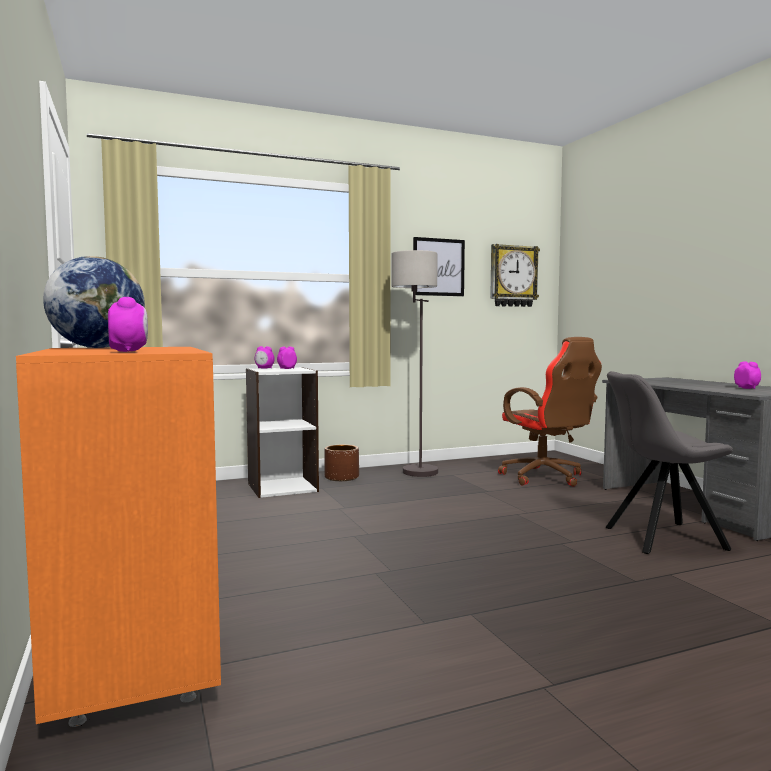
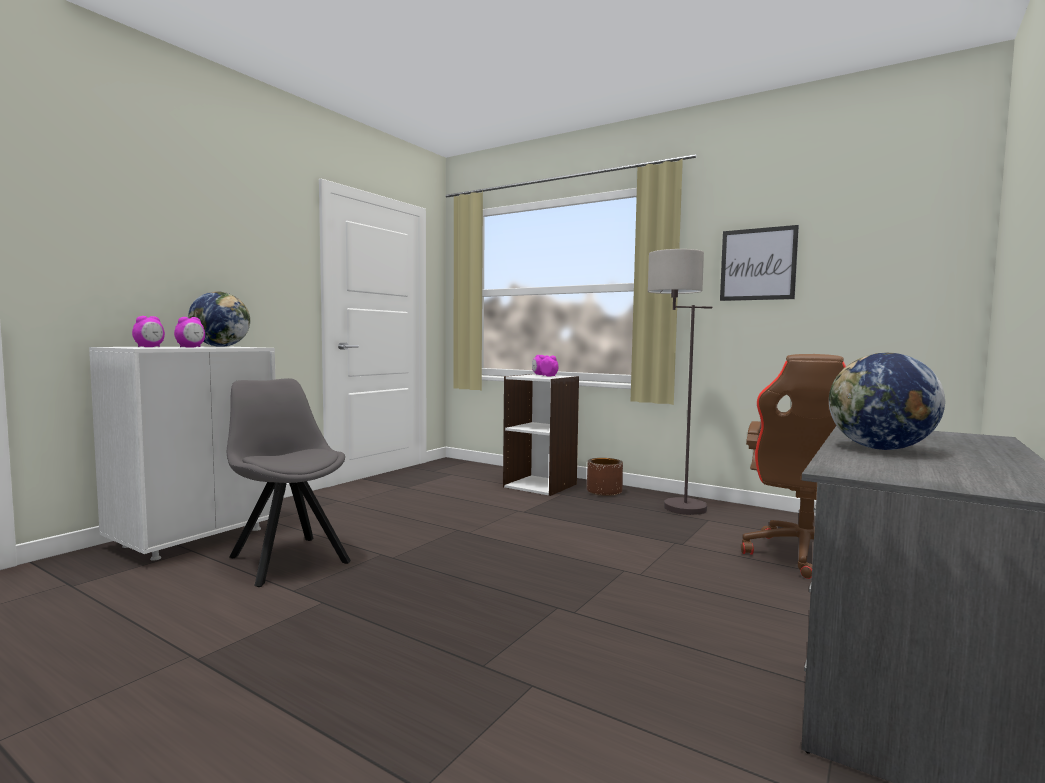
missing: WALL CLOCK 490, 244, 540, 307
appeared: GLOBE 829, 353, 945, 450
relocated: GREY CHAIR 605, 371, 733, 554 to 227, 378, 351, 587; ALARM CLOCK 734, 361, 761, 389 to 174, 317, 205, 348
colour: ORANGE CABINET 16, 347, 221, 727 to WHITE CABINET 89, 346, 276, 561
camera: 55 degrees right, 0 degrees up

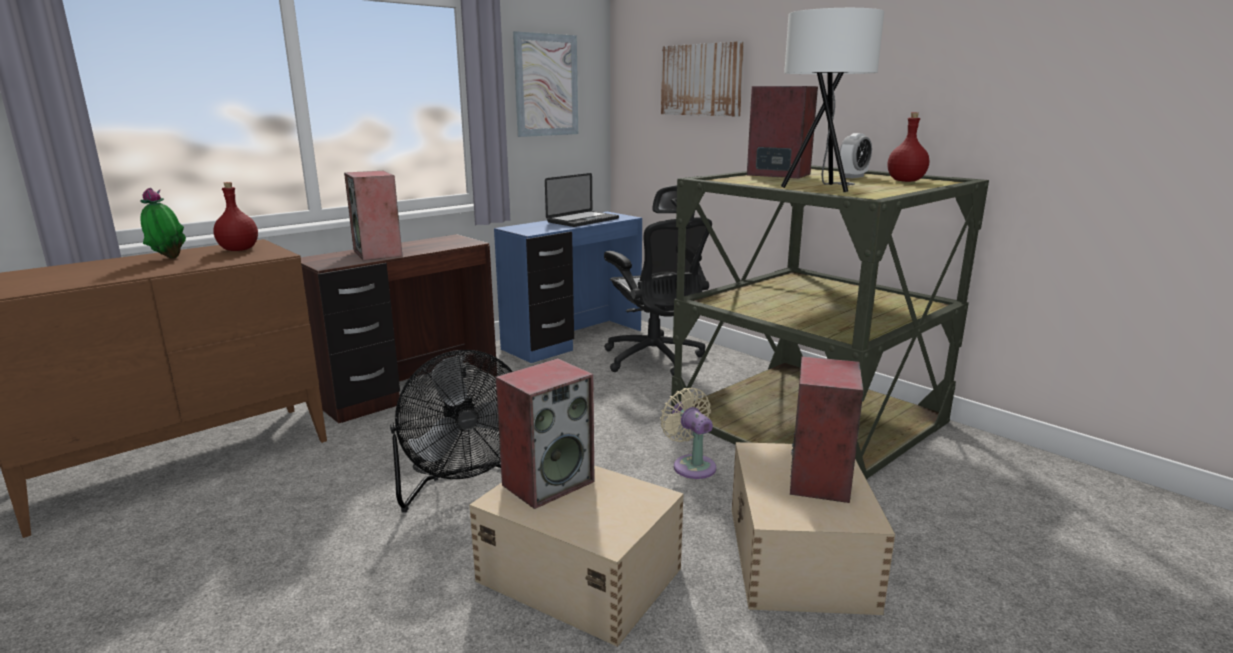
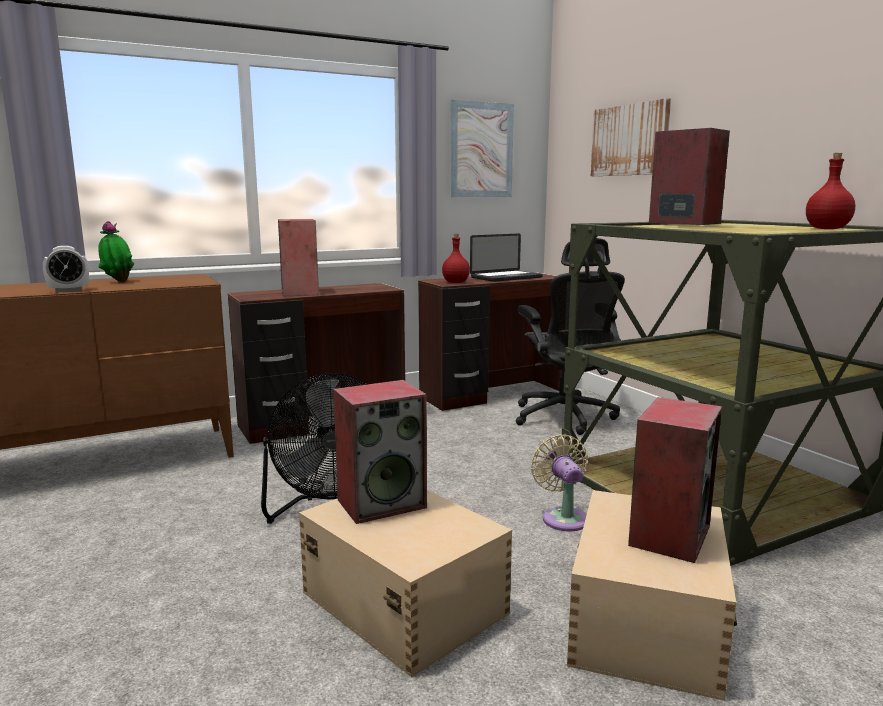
missing: WHITE TABLE LAMP 781, 8, 884, 192
relocated: RED BOTTLE 213, 182, 258, 251 to 442, 234, 470, 283; ALARM CLOCK 840, 133, 872, 179 to 43, 246, 89, 292
colour: BLUE DESK 494, 212, 642, 363 to BROWN DESK 418, 272, 562, 411
camera: 15 degrees right, 5 degrees down

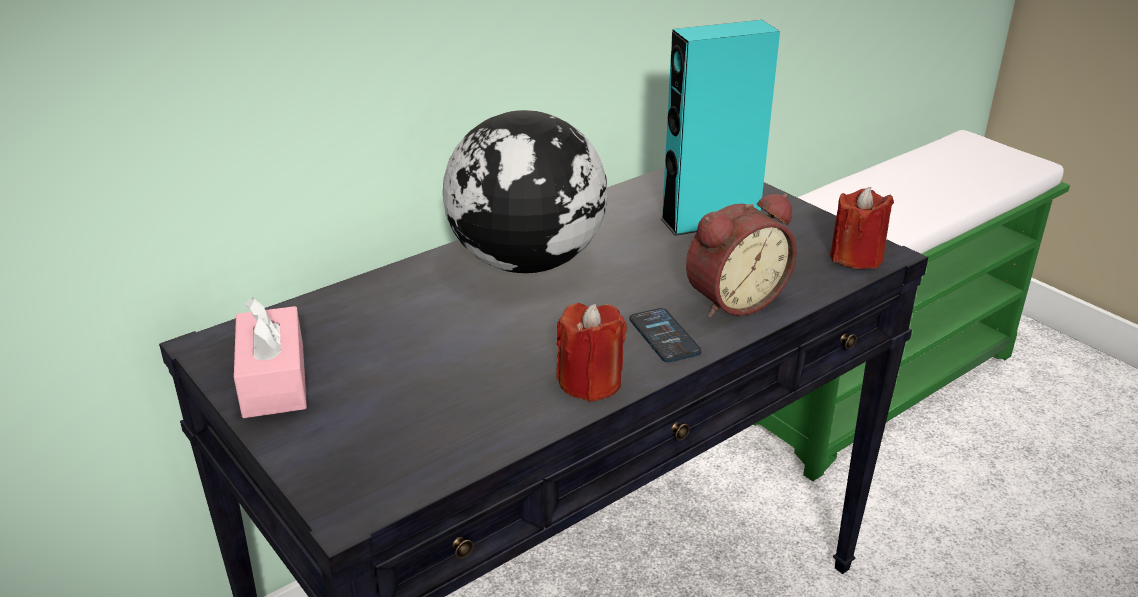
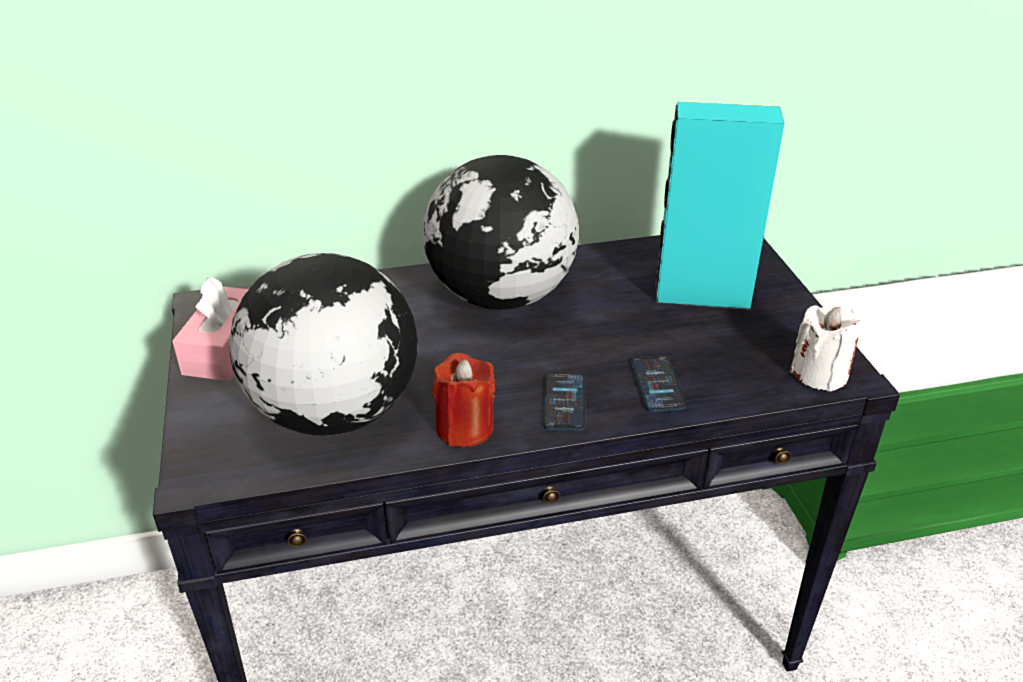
appeared: GLOBE 229, 253, 418, 436
exchanged: ALARM CLOCK 686, 193, 797, 318 to PHONE 631, 355, 686, 412
colour: RED CANDLE 830, 187, 894, 269 to WHITE CANDLE 790, 305, 862, 392
camera: 25 degrees right, 5 degrees up

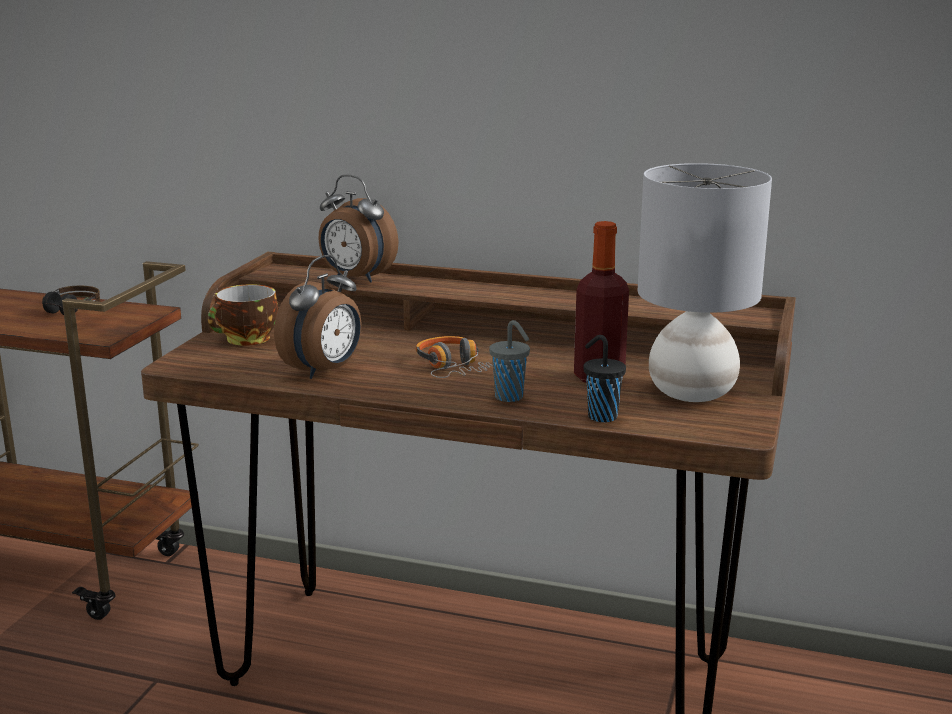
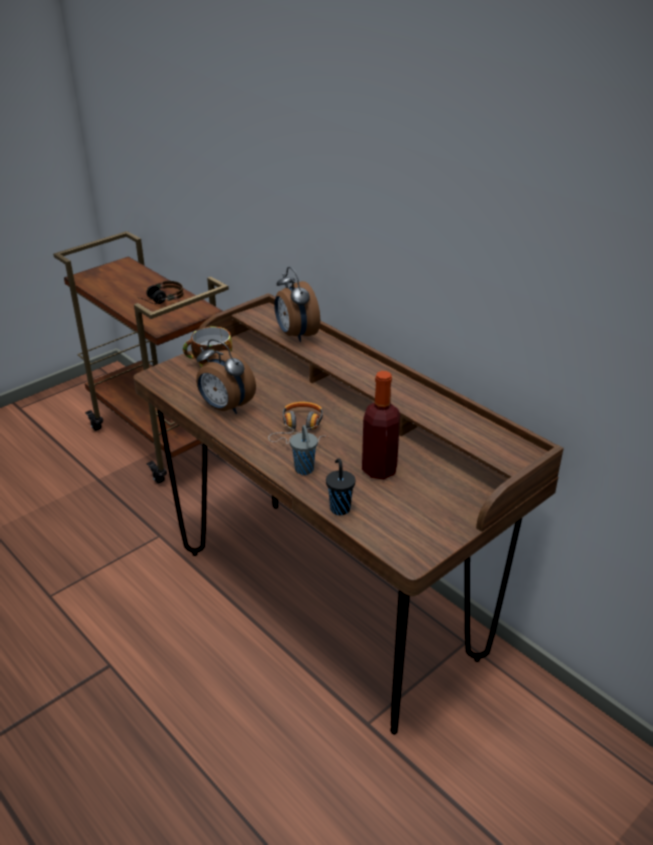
missing: GREY TABLE LAMP 638, 163, 772, 402
spun: ALARM CLOCK 274, 255, 361, 379 = 196, 339, 256, 414 60 degrees clockwise
camera: 30 degrees right, 15 degrees up

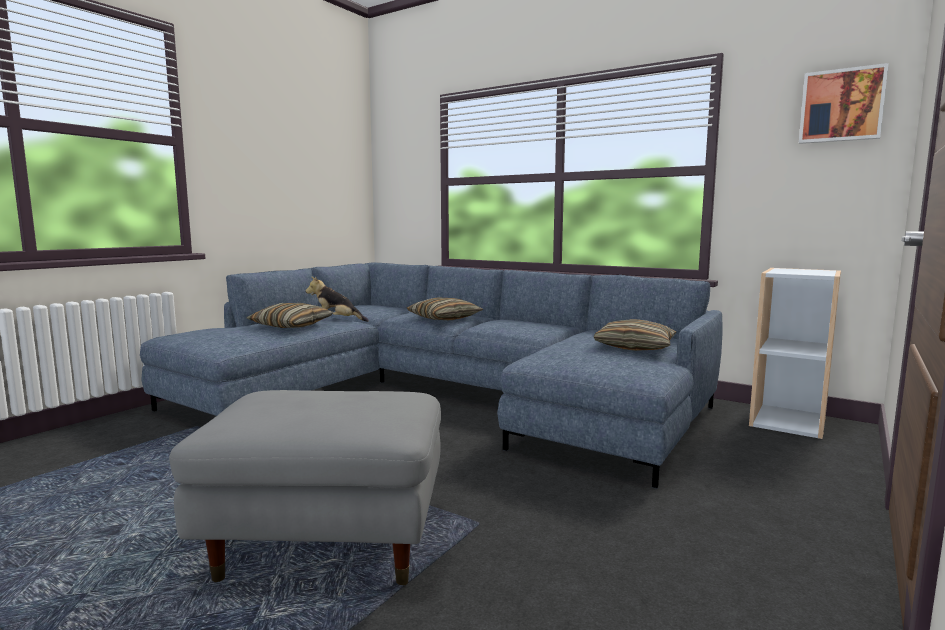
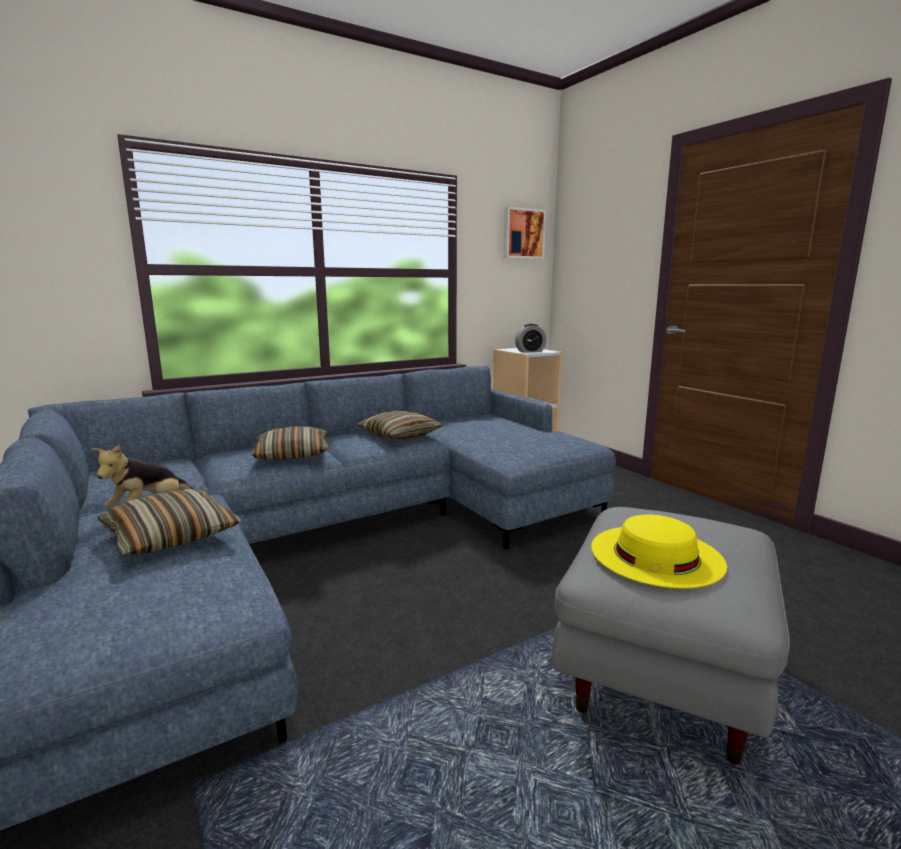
appeared: ALARM CLOCK 515, 324, 546, 353; YELLOW HAT 591, 515, 727, 588
relocated: PILLOW 594, 319, 677, 351 to 357, 411, 444, 439
camera: 65 degrees left, 5 degrees up

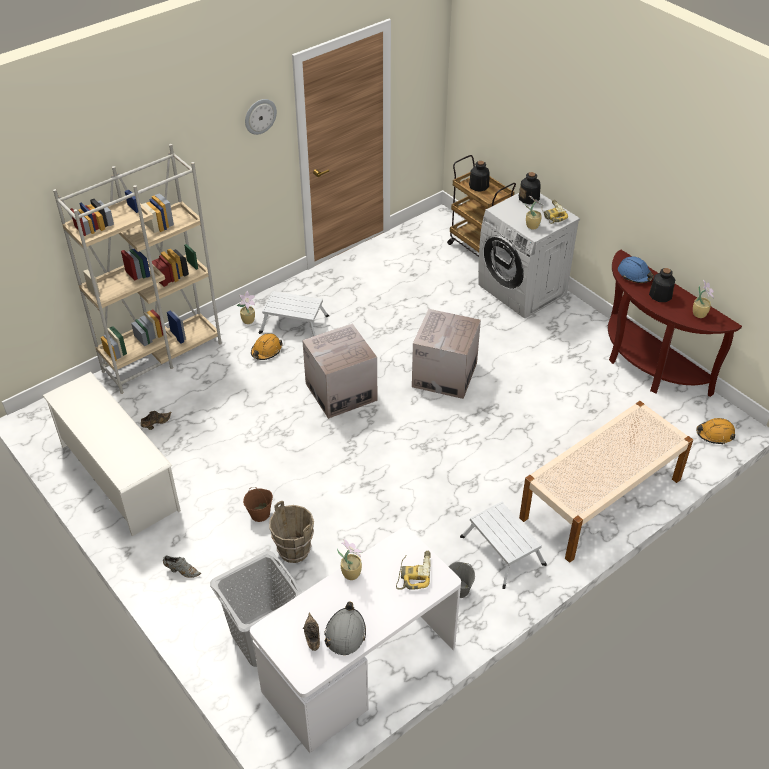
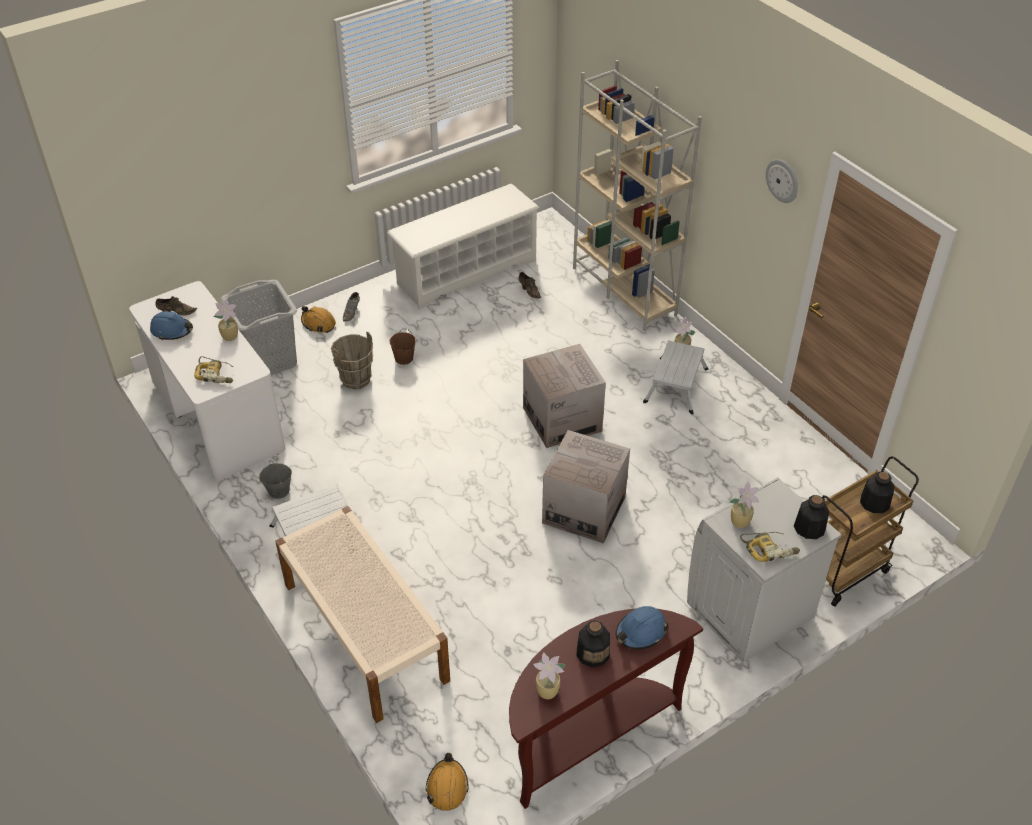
relocated: ORANGE HARD HAT 251, 333, 283, 360 to 301, 306, 336, 333
colour: GREY HARD HAT 324, 601, 366, 655 to BLUE HARD HAT 150, 311, 193, 340
camera: 95 degrees right, 0 degrees up

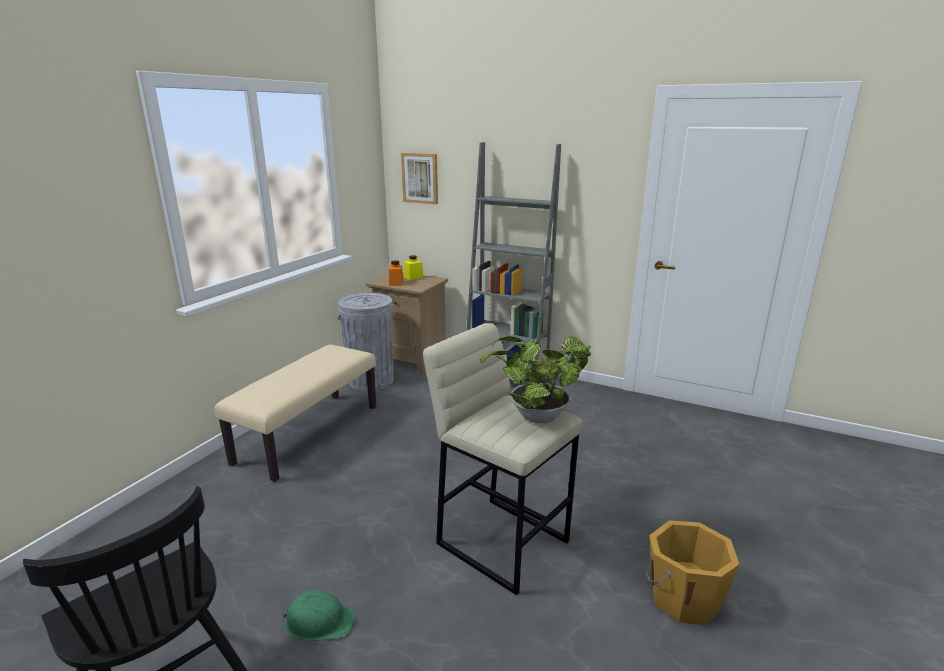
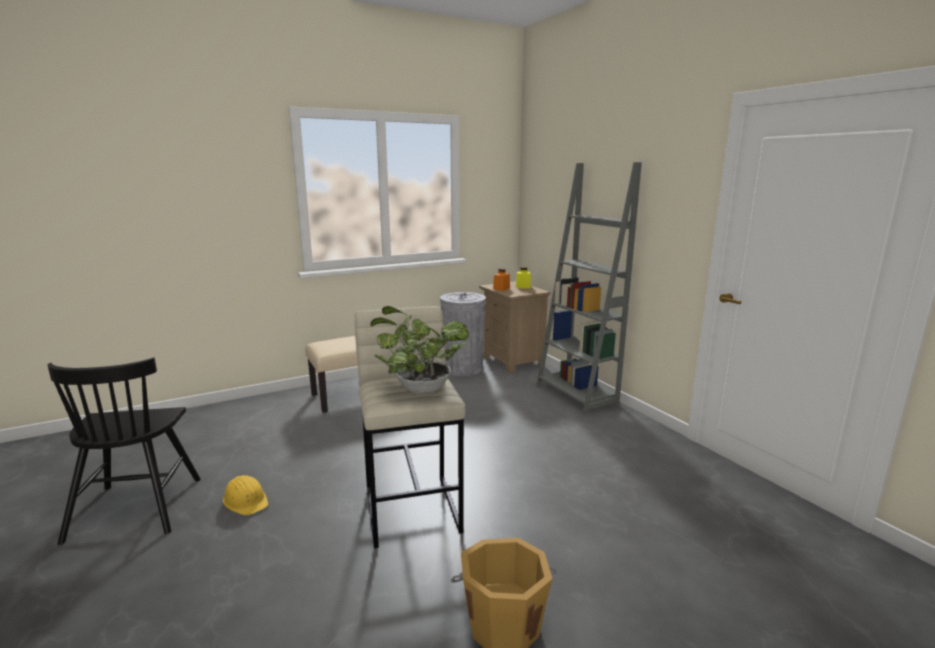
missing: PICTURE 401, 153, 438, 204
colour: GREEN HARD HAT 281, 590, 356, 641 to YELLOW HARD HAT 223, 475, 268, 516
camera: 35 degrees right, 5 degrees down

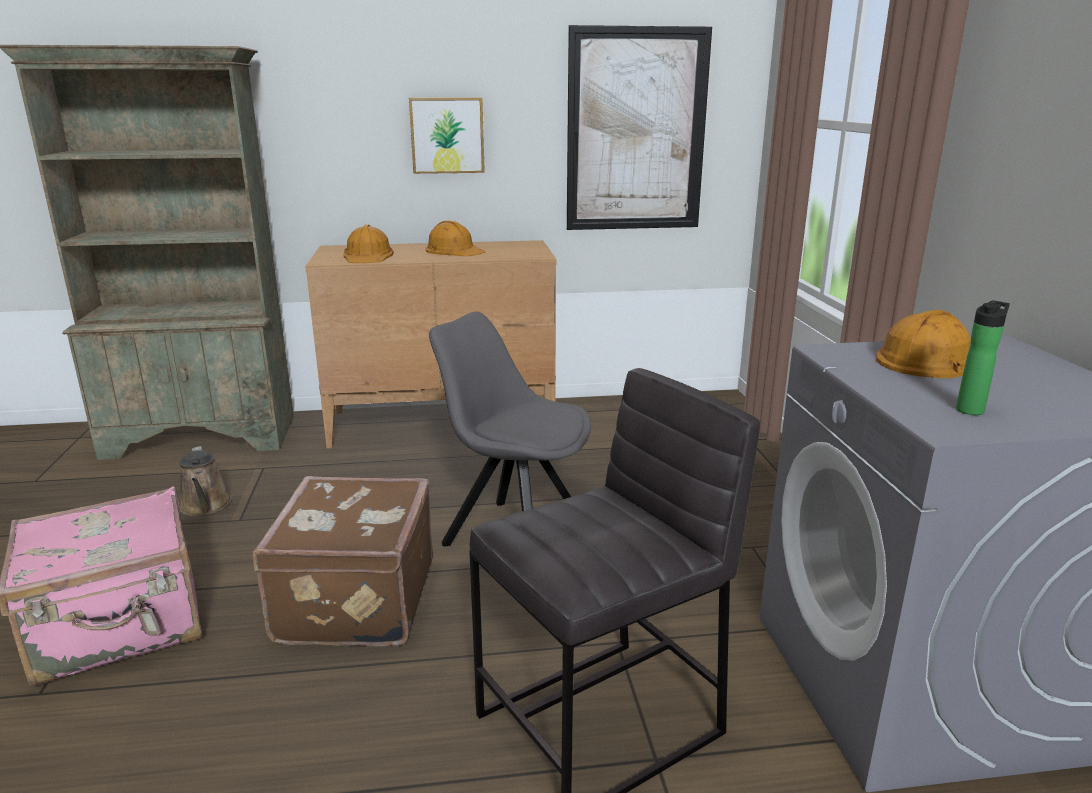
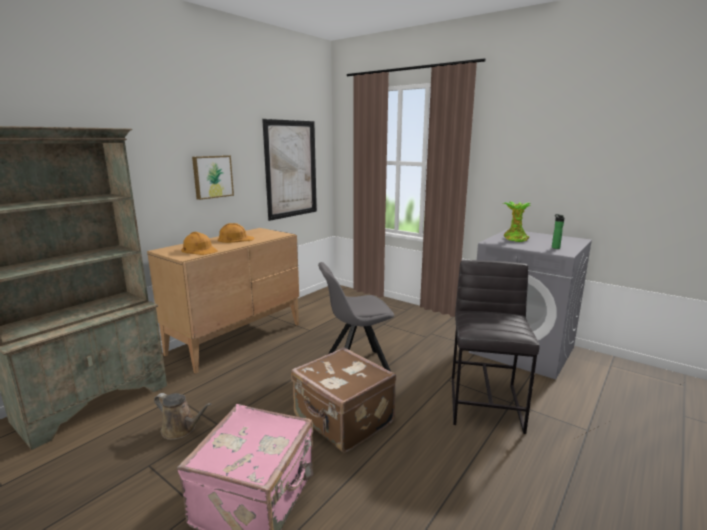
exchanged: ORANGE HARD HAT 876, 310, 971, 378 to POTTED PLANT 503, 201, 531, 242
camera: 45 degrees left, 5 degrees down

